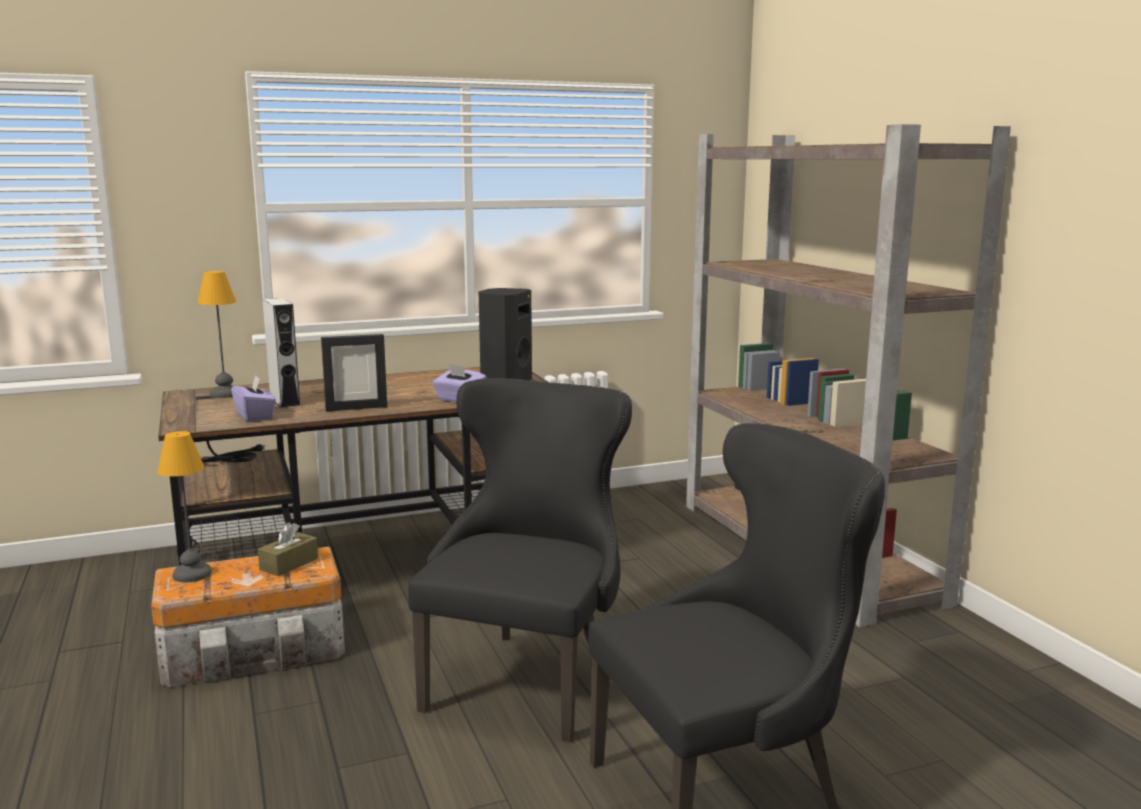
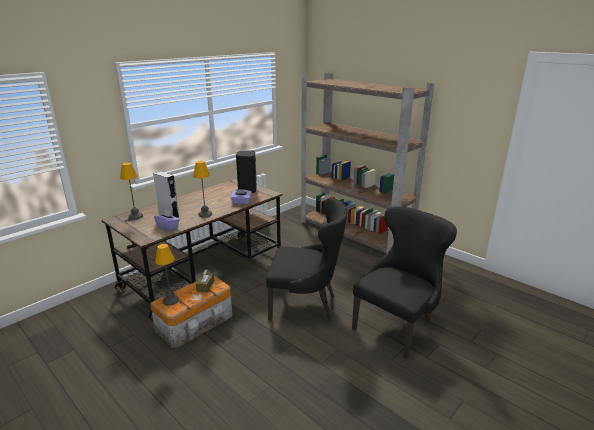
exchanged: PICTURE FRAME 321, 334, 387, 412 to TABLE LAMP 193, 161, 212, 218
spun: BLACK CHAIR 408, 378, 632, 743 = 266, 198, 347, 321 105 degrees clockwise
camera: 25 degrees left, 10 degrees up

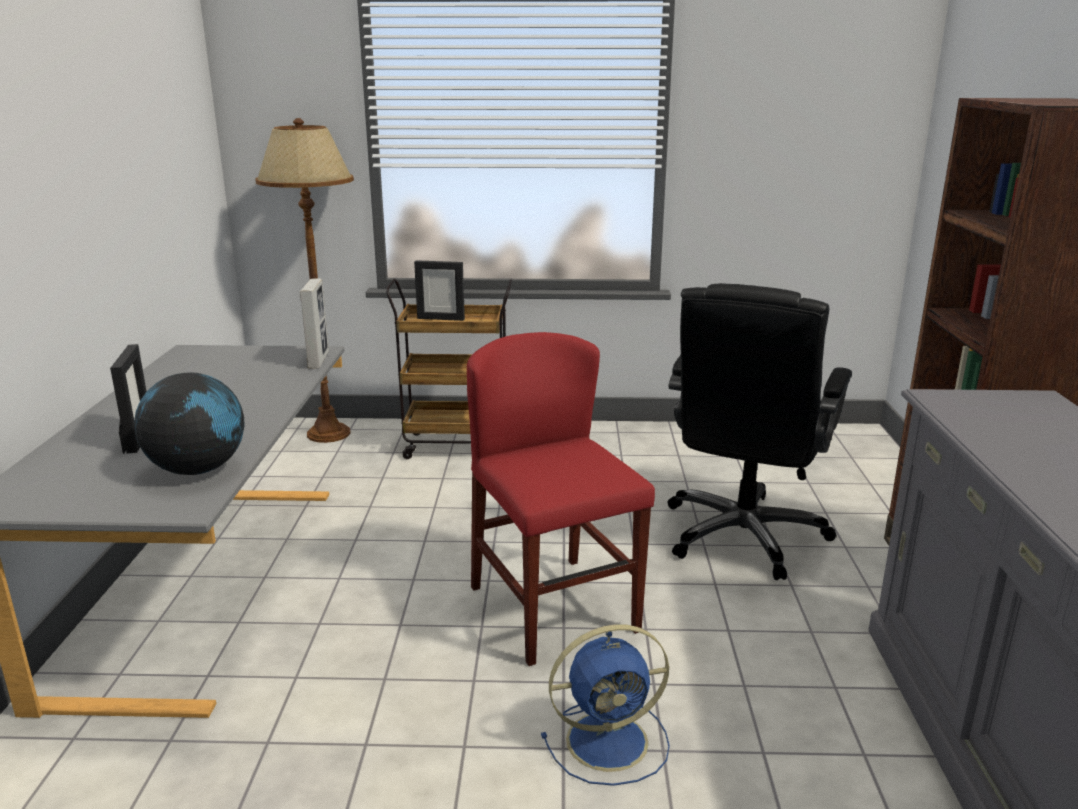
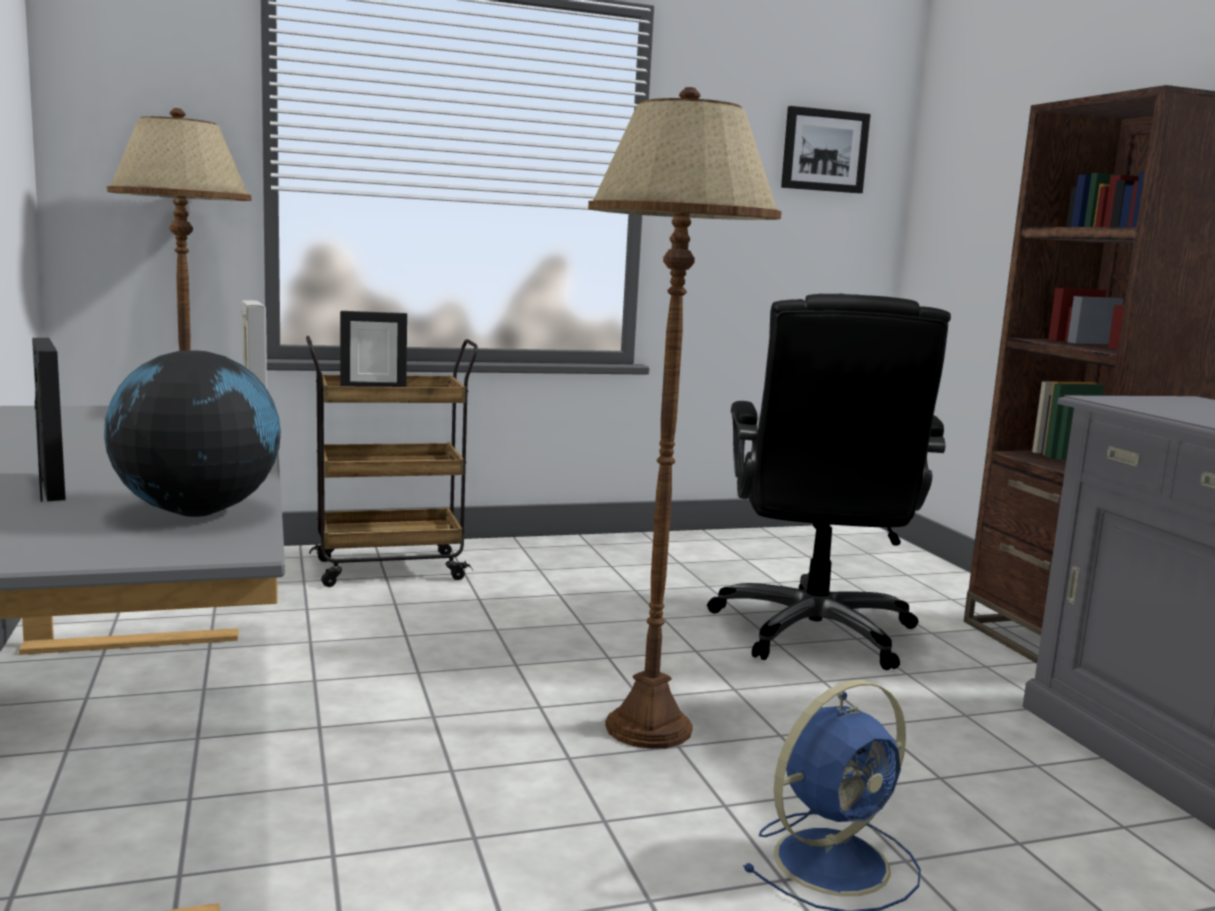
appeared: PICTURE 781, 106, 871, 193
exchanged: RED CHAIR 467, 332, 655, 666 to BROWN FLOOR LAMP 588, 87, 782, 749
camera: 20 degrees left, 10 degrees down

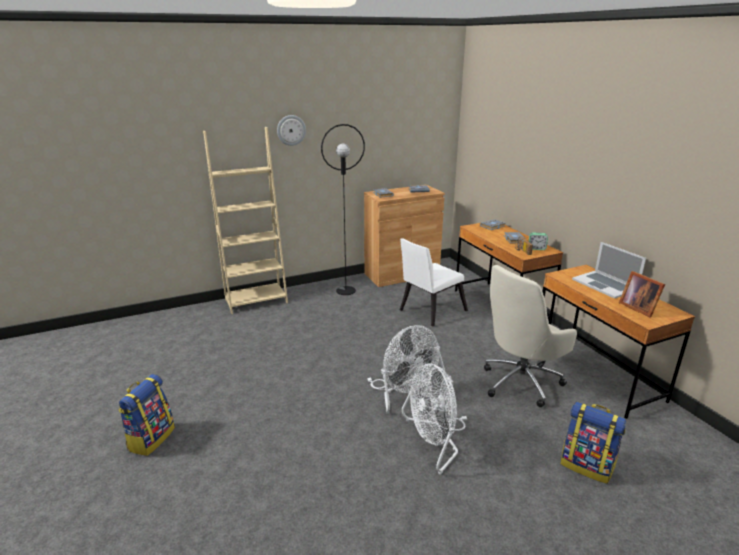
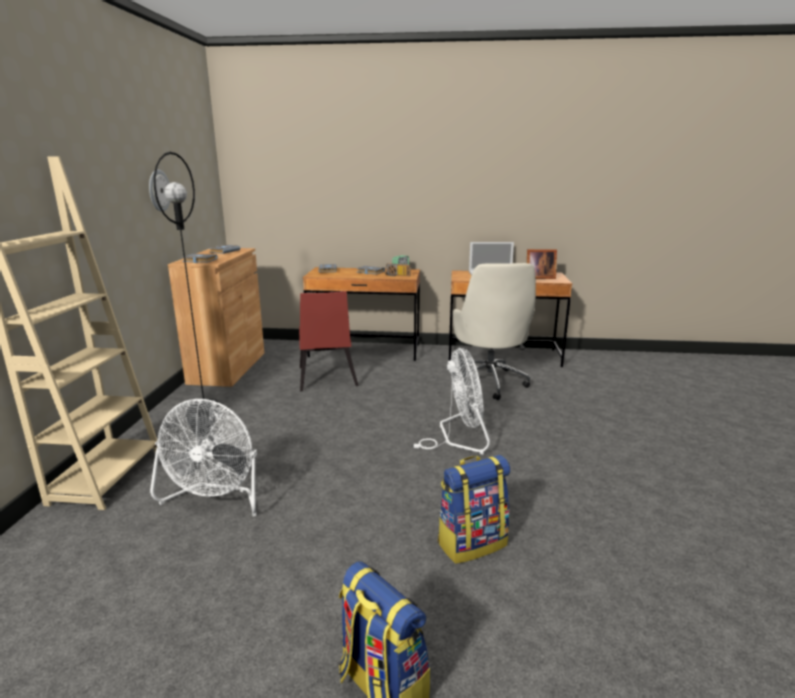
relocated: WALL CLOCK 277, 115, 306, 146 to 149, 169, 170, 212; WHITE FAN 402, 363, 468, 475 to 150, 399, 257, 517; BACKPACK 561, 401, 626, 484 to 438, 455, 510, 564
colour: WHITE CHAIR 400, 238, 468, 327 to RED CHAIR 299, 291, 359, 391
camera: 60 degrees left, 5 degrees down

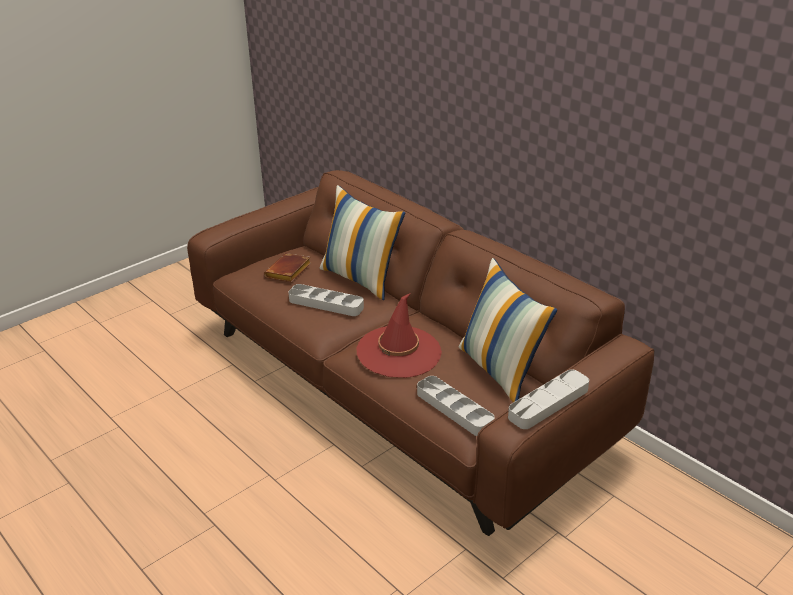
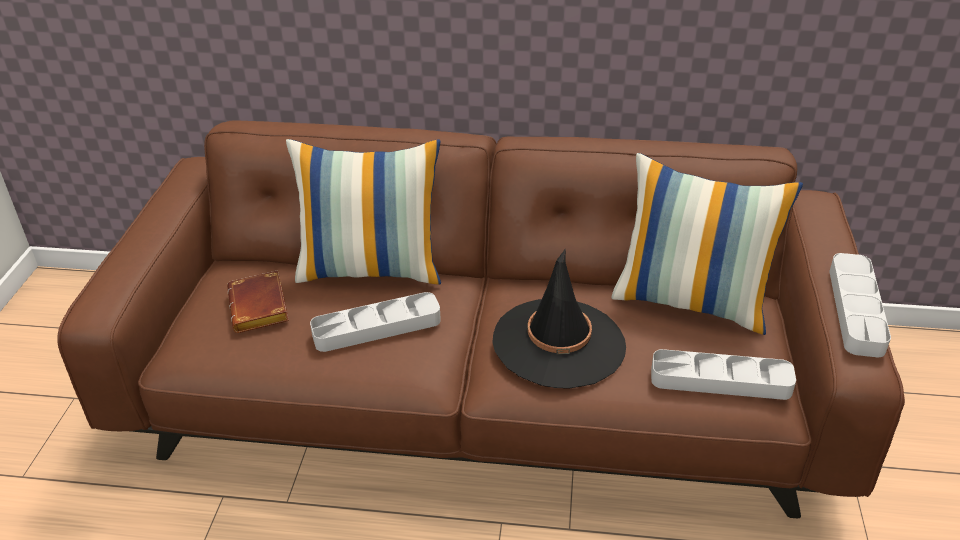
colour: RED HAT 356, 293, 442, 378 to BLACK HAT 492, 248, 626, 389
camera: 40 degrees left, 5 degrees up

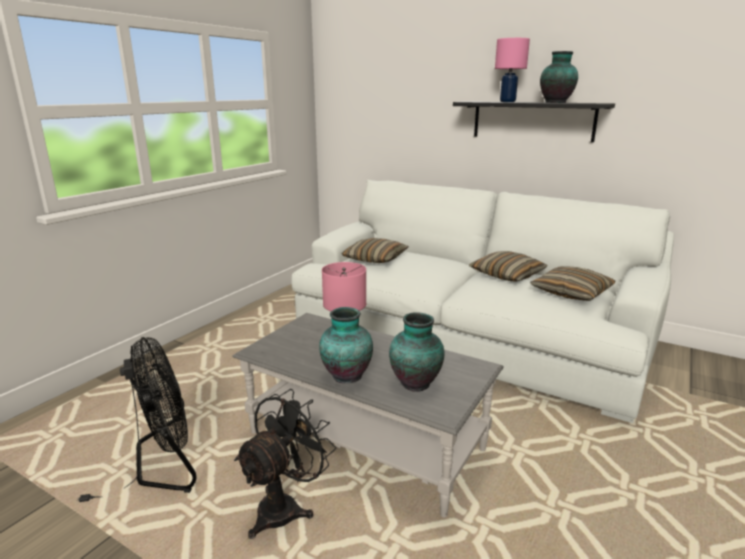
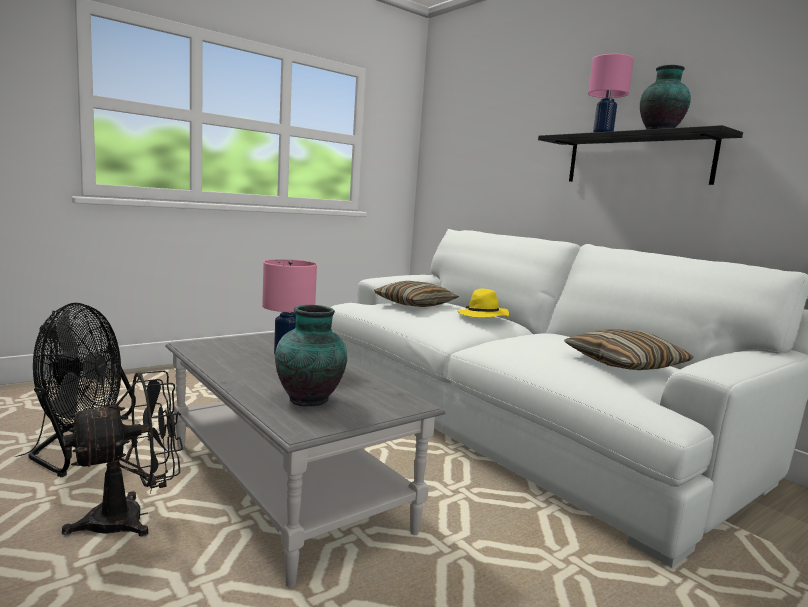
missing: VASE 319, 307, 373, 384; PILLOW 469, 251, 548, 282
appeared: YELLOW HAT 457, 288, 509, 317
camera: 20 degrees right, 10 degrees down

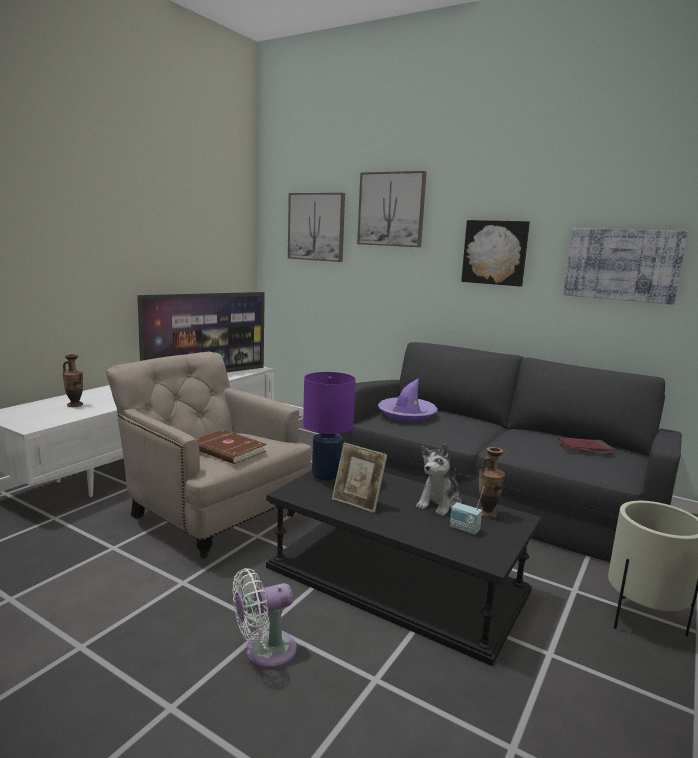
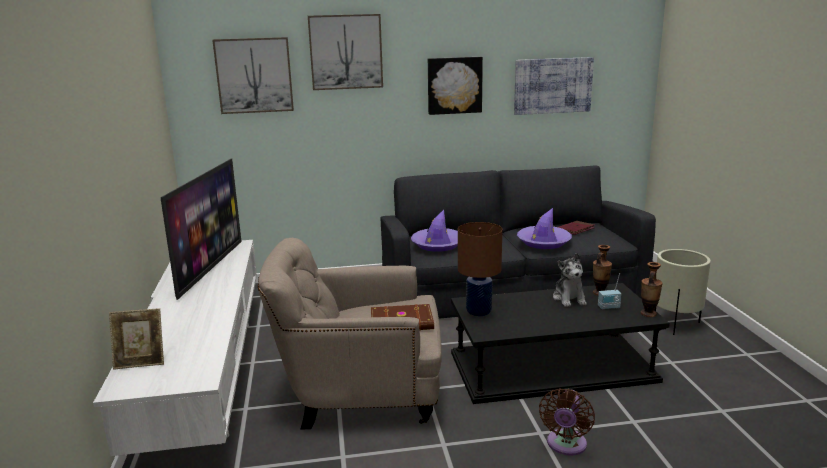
appeared: PURPLE HAT 517, 208, 572, 249
relocated: VASE 62, 354, 83, 407 to 641, 262, 662, 317; PICTURE FRAME 332, 443, 387, 513 to 109, 308, 164, 370
colour: WHITE FAN 233, 568, 297, 669 to BROWN FAN 539, 388, 595, 456; PURPLE TABLE LAMP 303, 372, 356, 481 to BROWN TABLE LAMP 458, 222, 502, 316
camera: 40 degrees left, 5 degrees up

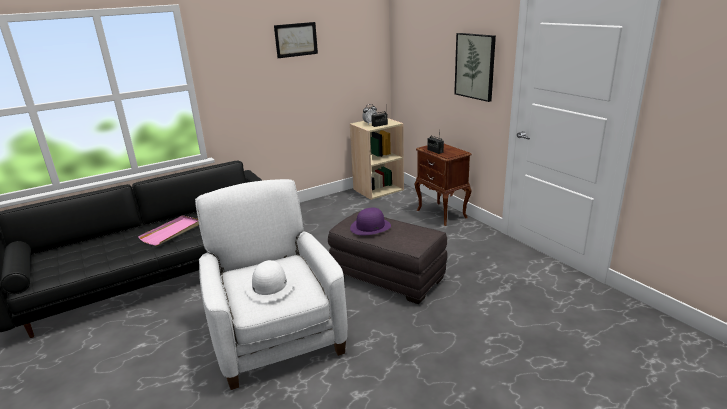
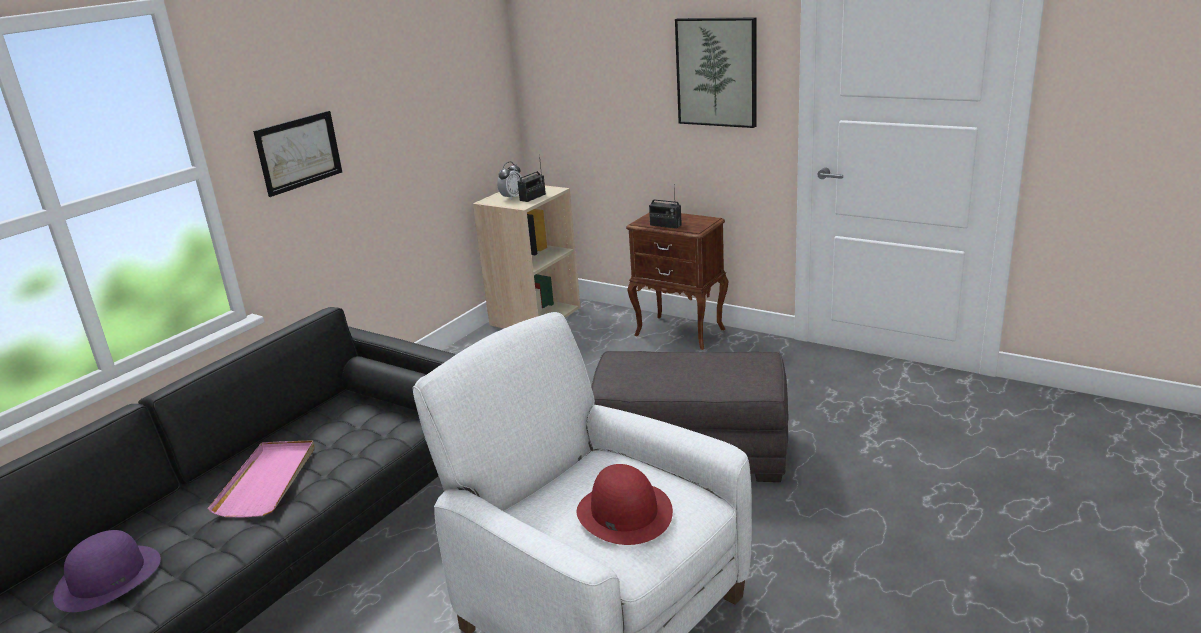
relocated: PICTURE 274, 22, 318, 58 to 253, 111, 342, 197; PURPLE HAT 350, 208, 391, 235 to 53, 530, 161, 612
colour: WHITE HAT 244, 260, 294, 302 to RED HAT 577, 464, 673, 545
camera: 25 degrees left, 0 degrees up

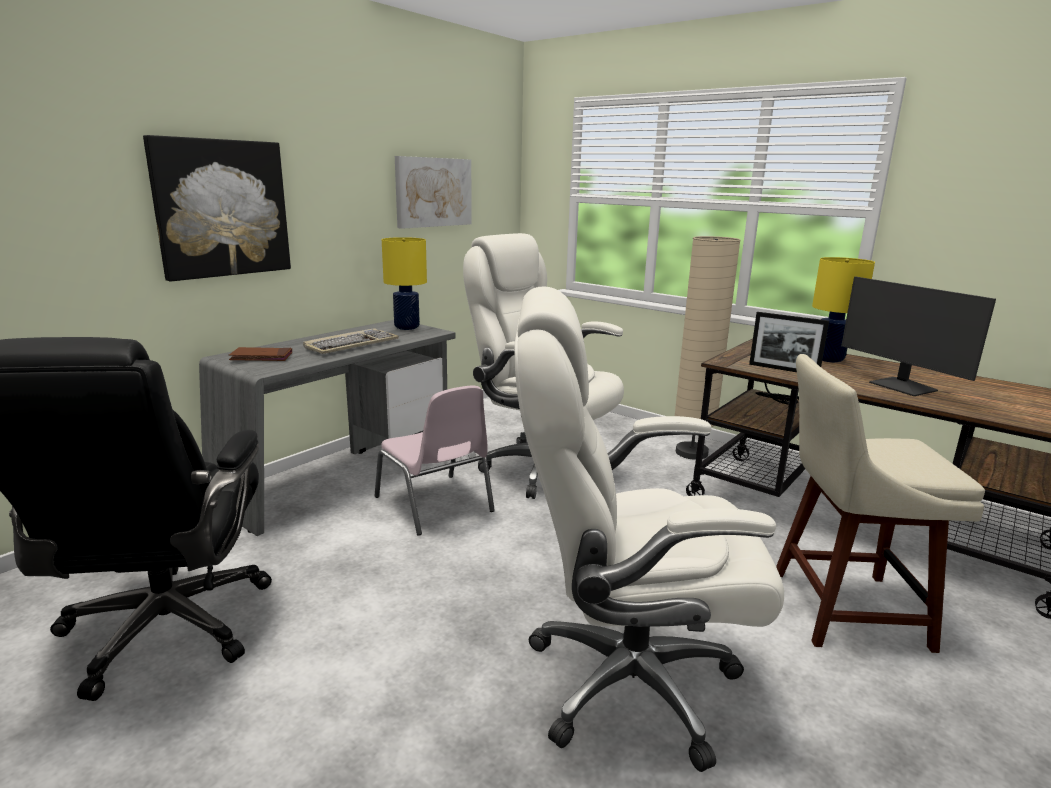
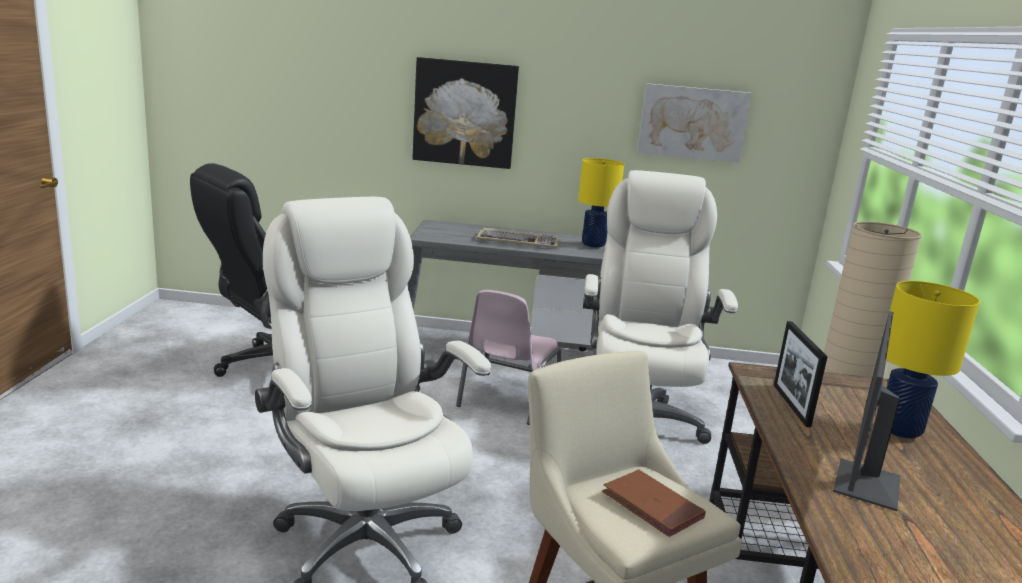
relocated: BROWN BOOK 229, 347, 292, 361 to 602, 470, 706, 537
camera: 55 degrees right, 0 degrees up

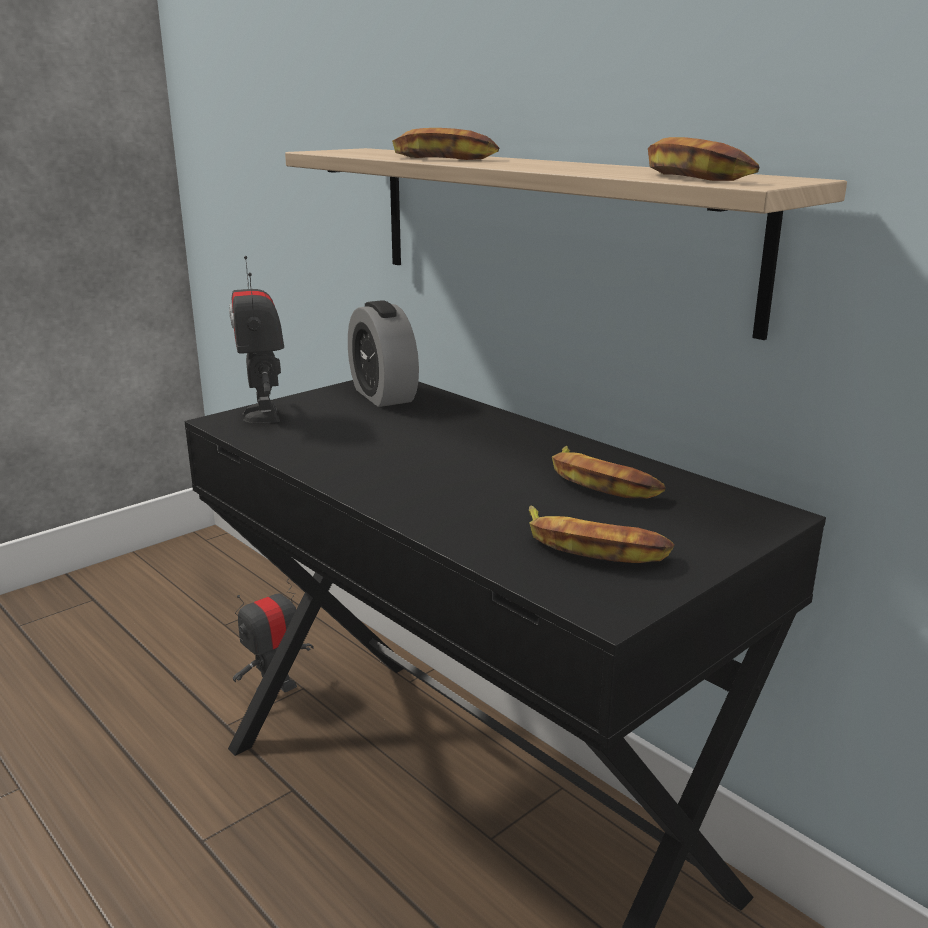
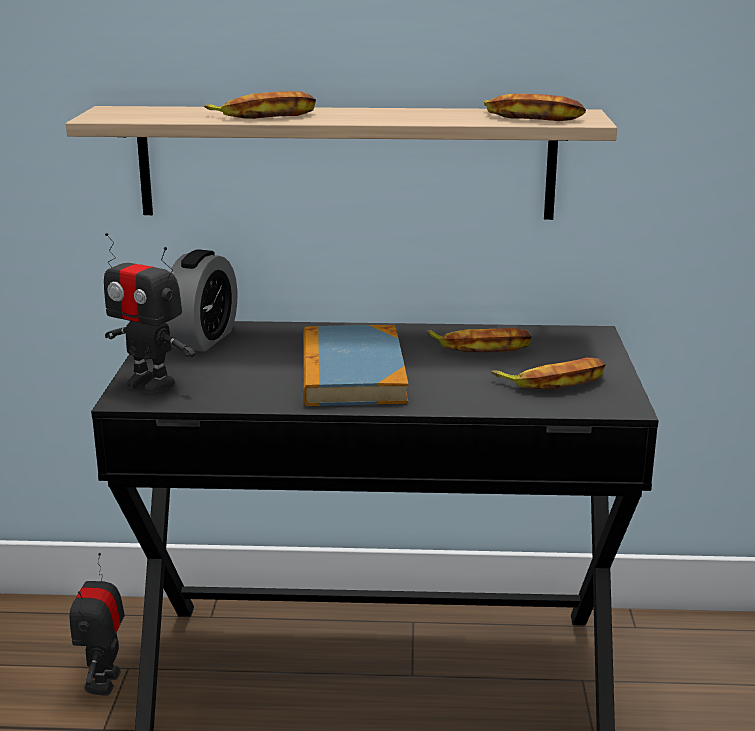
appeared: BOOK 303, 325, 408, 406
spun: ALARM CLOCK 348, 300, 419, 407 = 165, 249, 237, 352 90 degrees counterclockwise
camera: 45 degrees left, 0 degrees up

